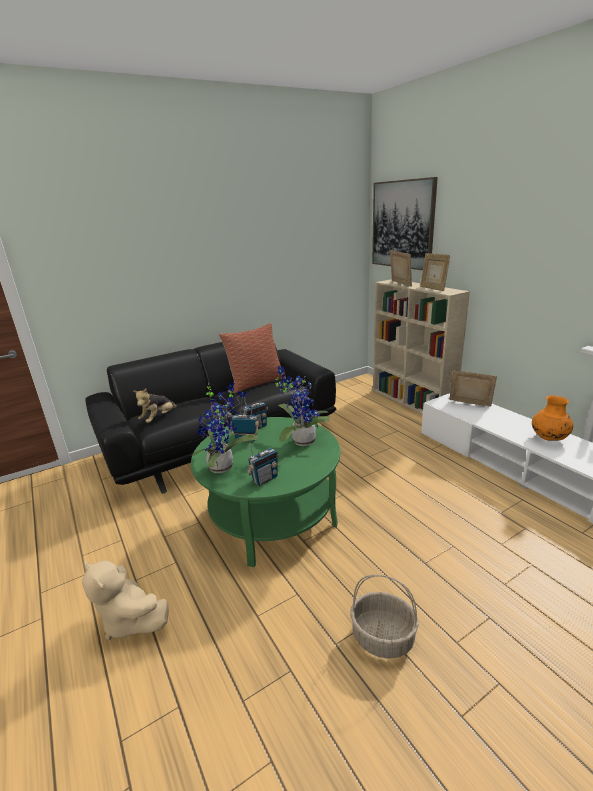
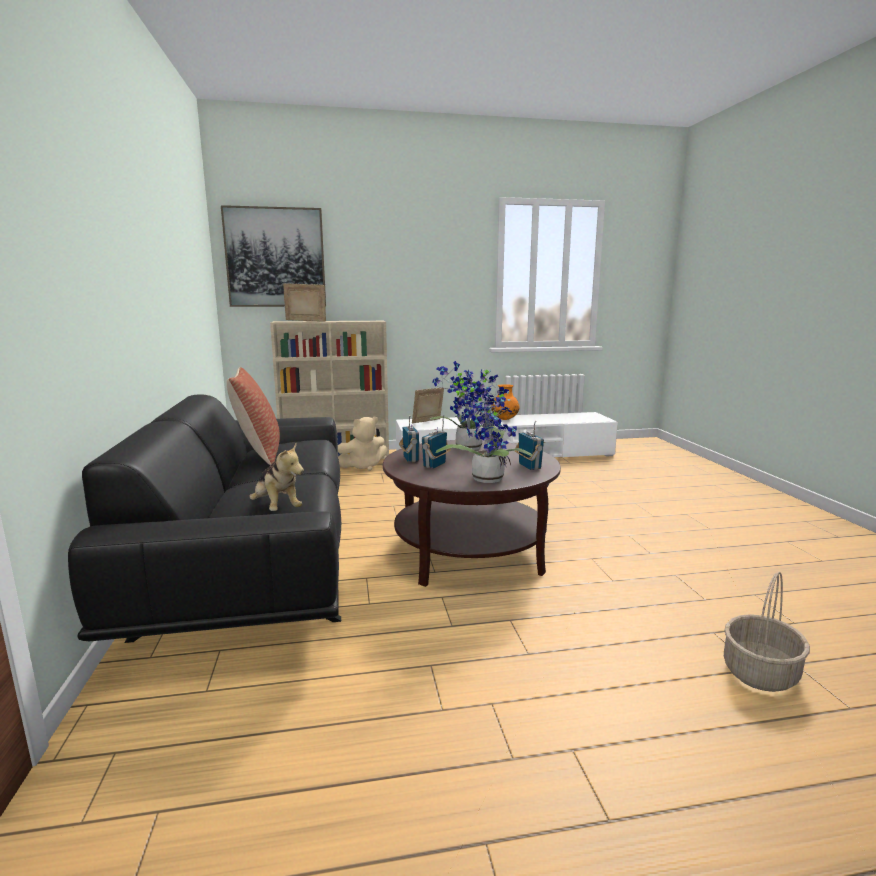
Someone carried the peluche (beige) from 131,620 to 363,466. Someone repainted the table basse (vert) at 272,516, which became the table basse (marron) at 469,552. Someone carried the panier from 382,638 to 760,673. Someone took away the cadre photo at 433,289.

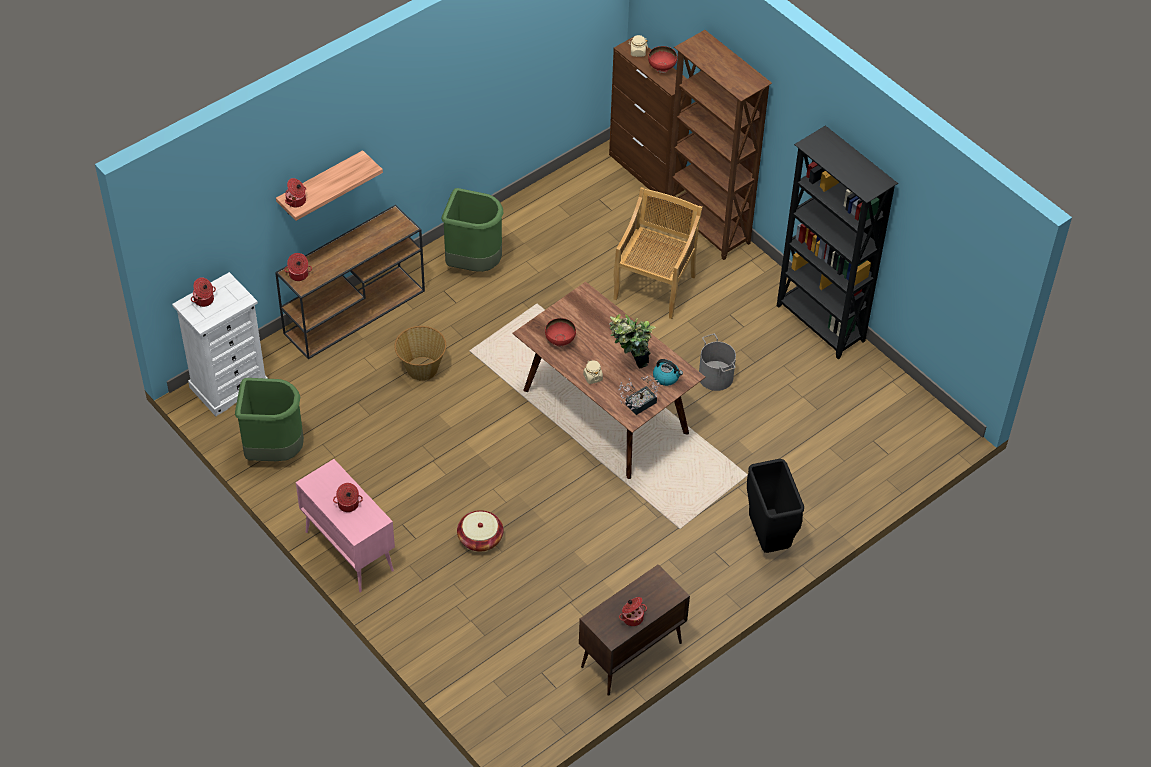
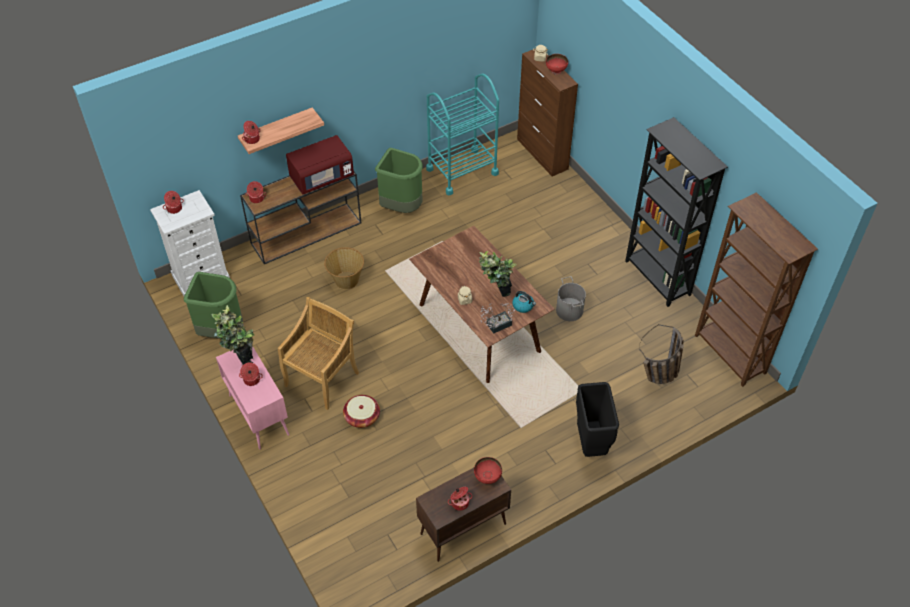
Someone put down the plante en pot at 240,357. Someone carried the chaise (beige) from 655,286 to 322,378. Someone put down the micro-ondes (rouge) at 321,177. Someone put down the chariot (turquoise) at 462,171. Someone carried the bol (rouge) from 560,341 to 487,477. Someone put down the panier at 658,377. Someone carried the bibliothèque (marron) from 707,227 to 729,355.

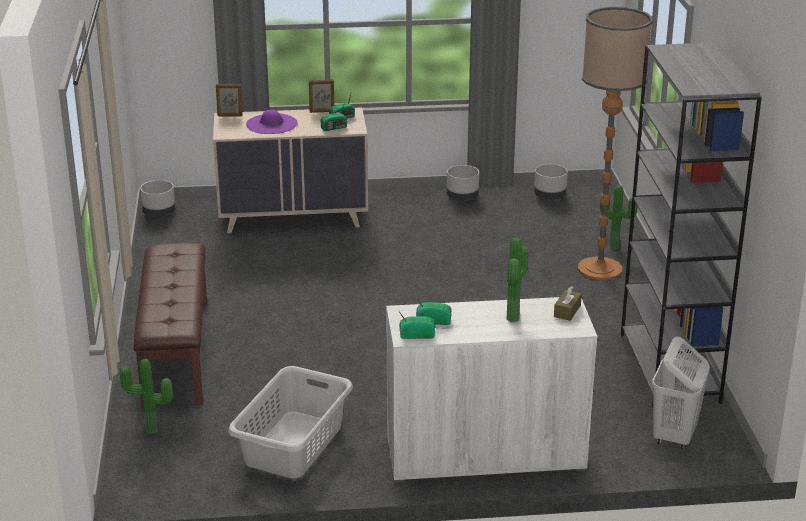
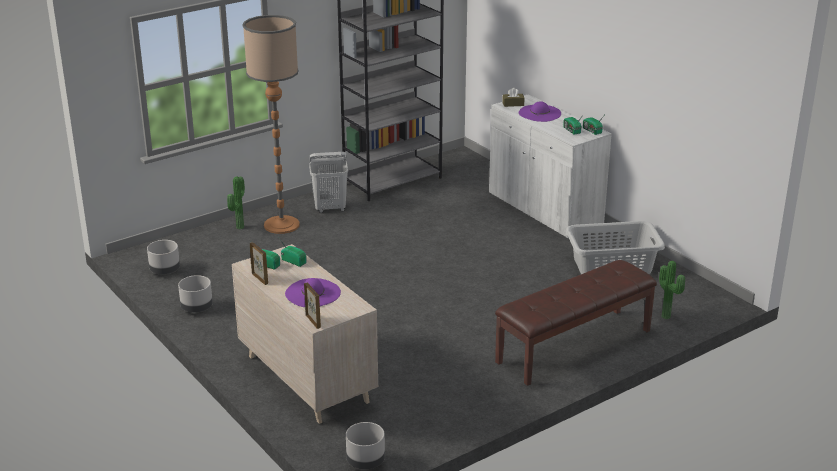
Someone carried the panier à linge (blanc) from 674,436 to 330,208. Someone swapped the plante en pot at 515,319 for the chapeau (violet) at 539,113.

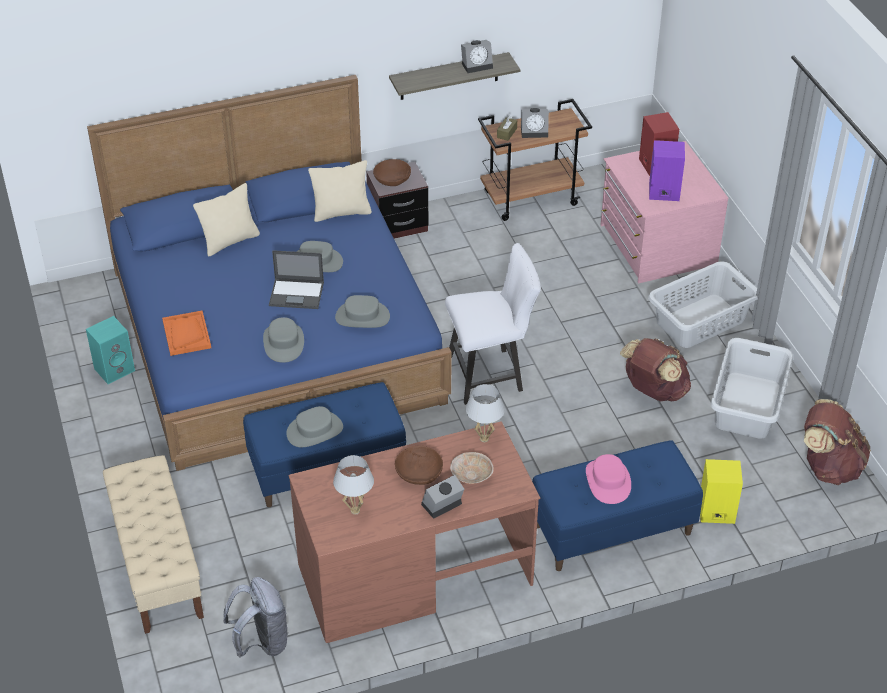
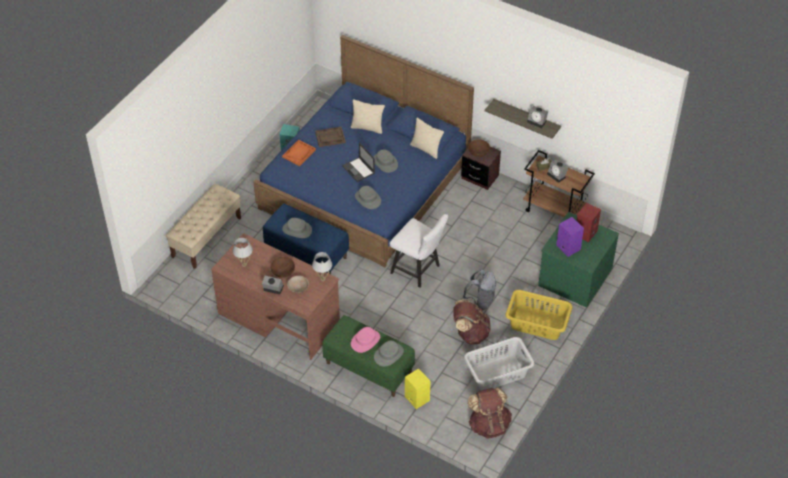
Someone put down the plateau (marron) at 330,137. Someone repainted the banc (bleu) at 612,530, which became the banc (vert) at 368,368. Someone carried the chapeau (gris) from 284,343 to 389,354. Someone carried the sac à dos (gris) from 261,642 to 480,301. Someone repainted the panier à linge (gris) at 701,321, which became the panier à linge (jaune) at 537,324. Someone repainted the commode (rose) at 656,245, which became the commode (vert) at 574,276.

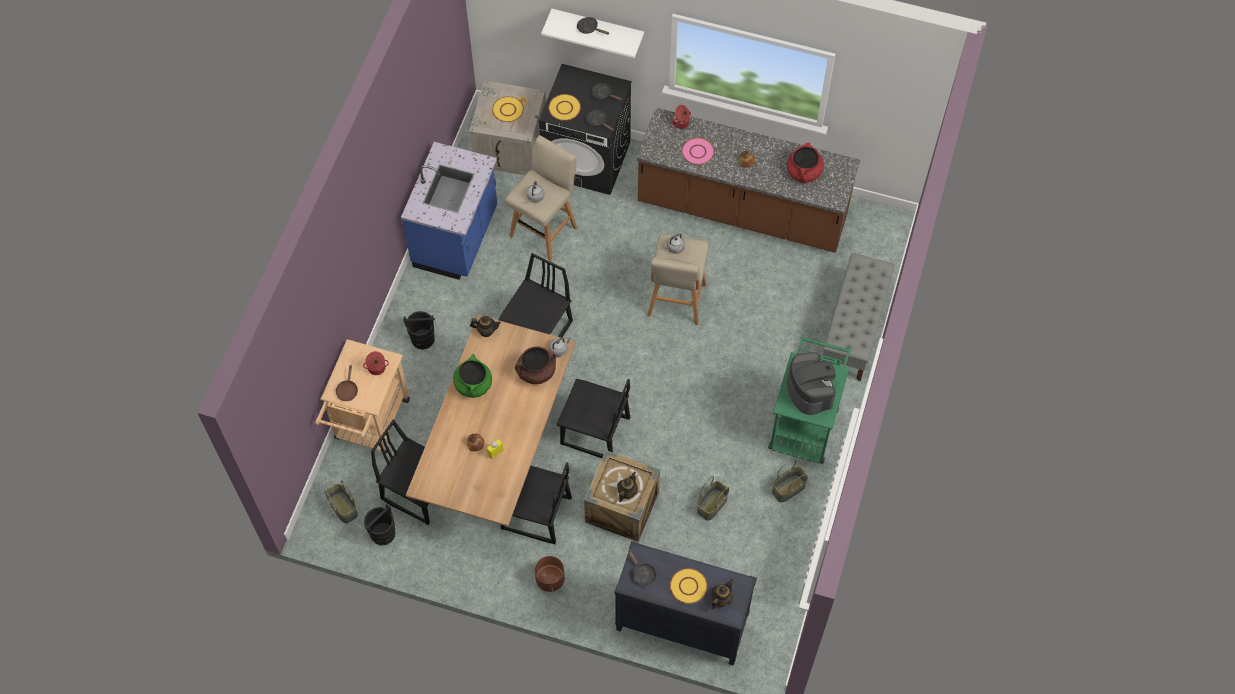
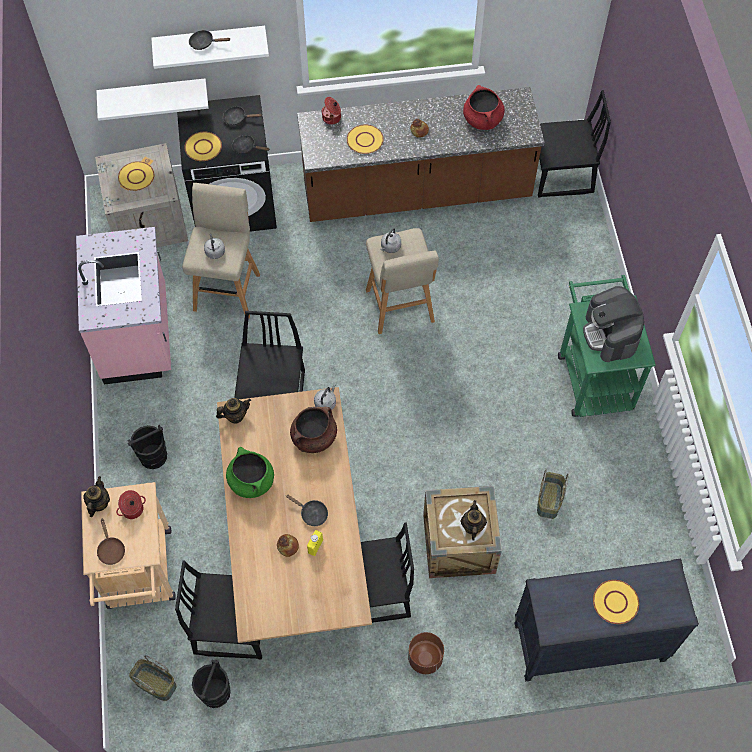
Someone repainted the comptoir de cuisine (bleu) at 457,238, which became the comptoir de cuisine (rose) at 138,335. Someone carried the théière from 721,599 to 99,503. Someone put up the étagère (blanc) at 153,94. Someone carried the poêle (noir) from 642,573 to 311,513. Someone repainted the assiette (rose) at 698,151, which became the assiette (jaune) at 365,140. Someone carried the chaise (noir) from 595,432 to 561,175. Someone rotated the machine à café at 809,390 by 150 degrees counterclockwise. Someone took away the panier at 788,489. Someone took away the banc (gris) at 853,329.

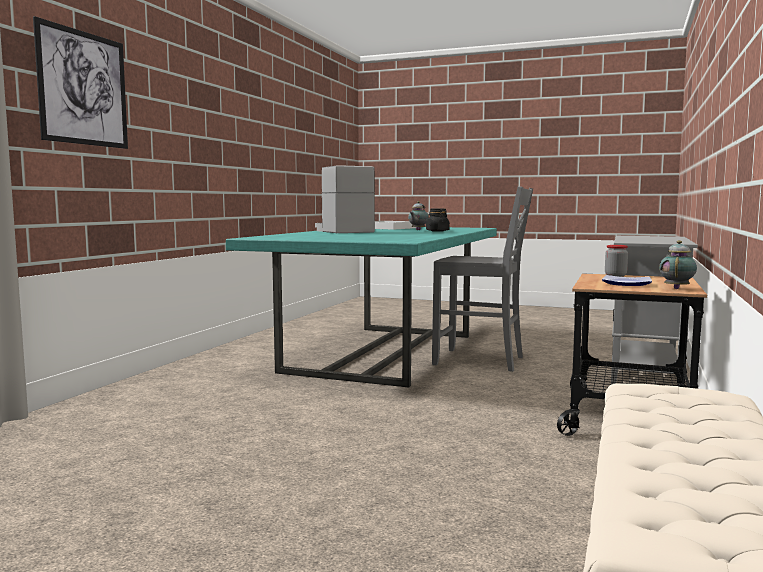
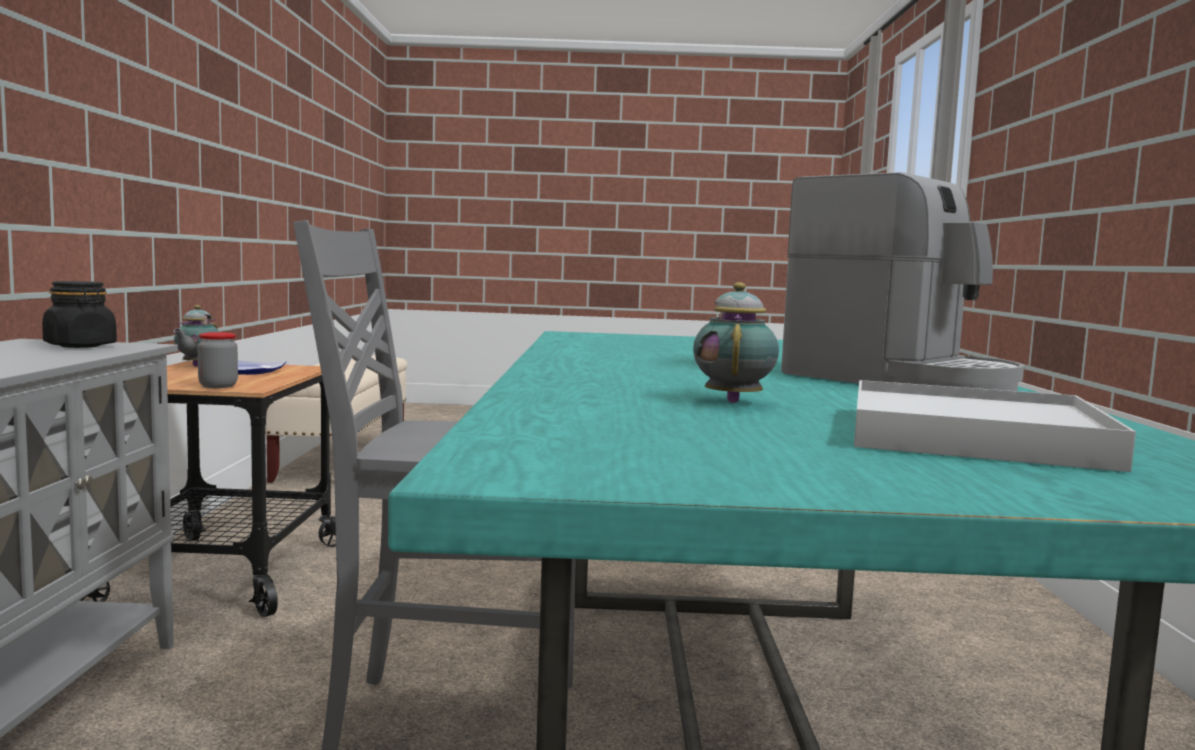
Someone carried the bocal (noir) from 437,231 to 80,346. Someone took away the tableau at 83,88.

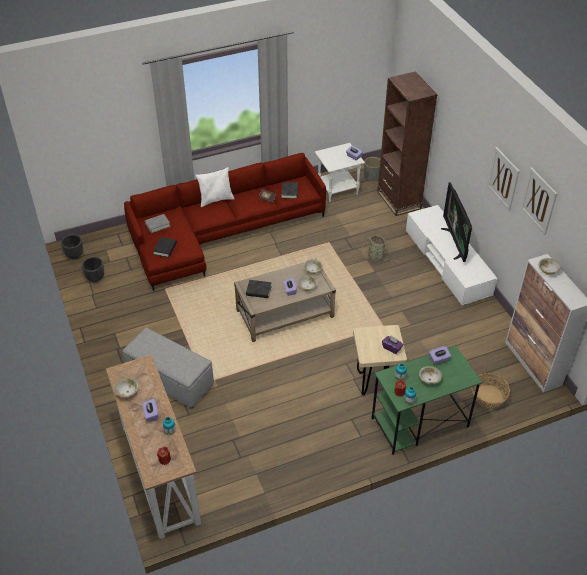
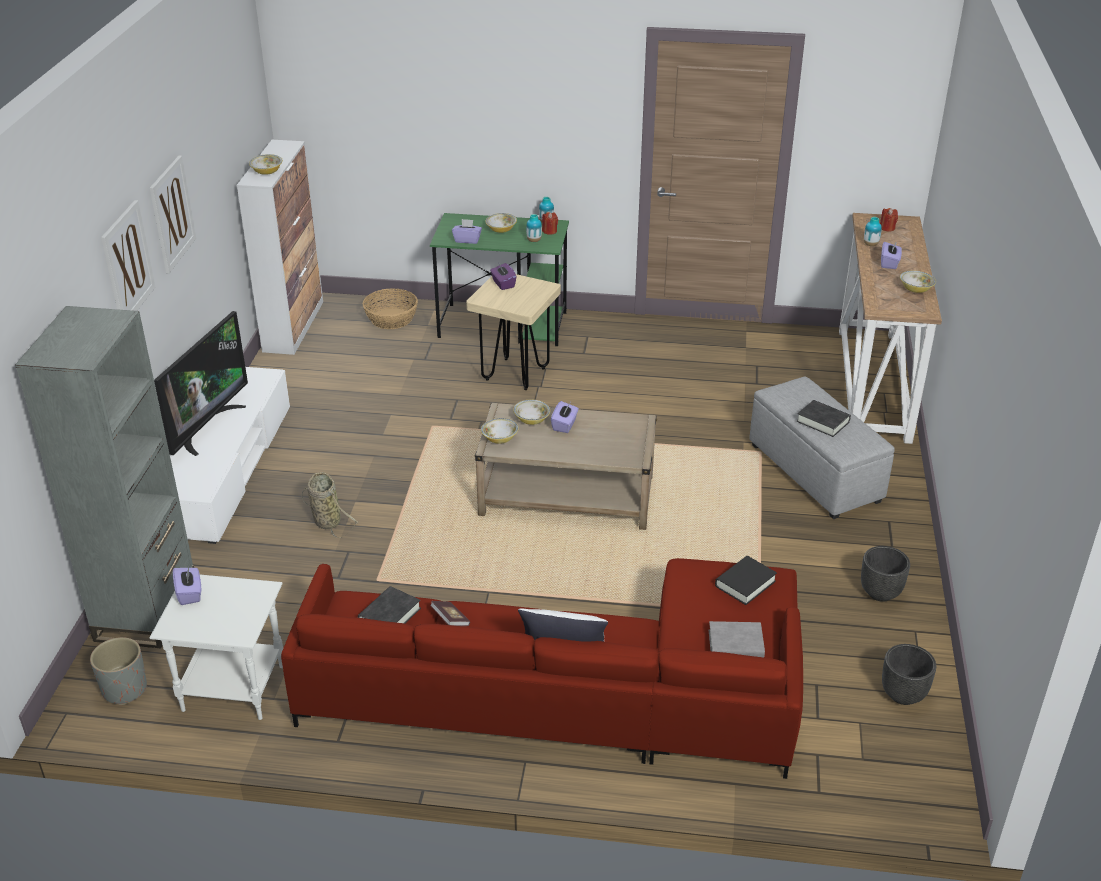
Someone repainted the bibliothèque (marron) at 399,200, which became the bibliothèque (gris) at 147,610. Someone carried the tableau from 538,201 to 127,263. Someone carried the livre (noir) from 258,291 to 823,422. Someone carried the cache-pot (noir) from 74,255 to 881,593.

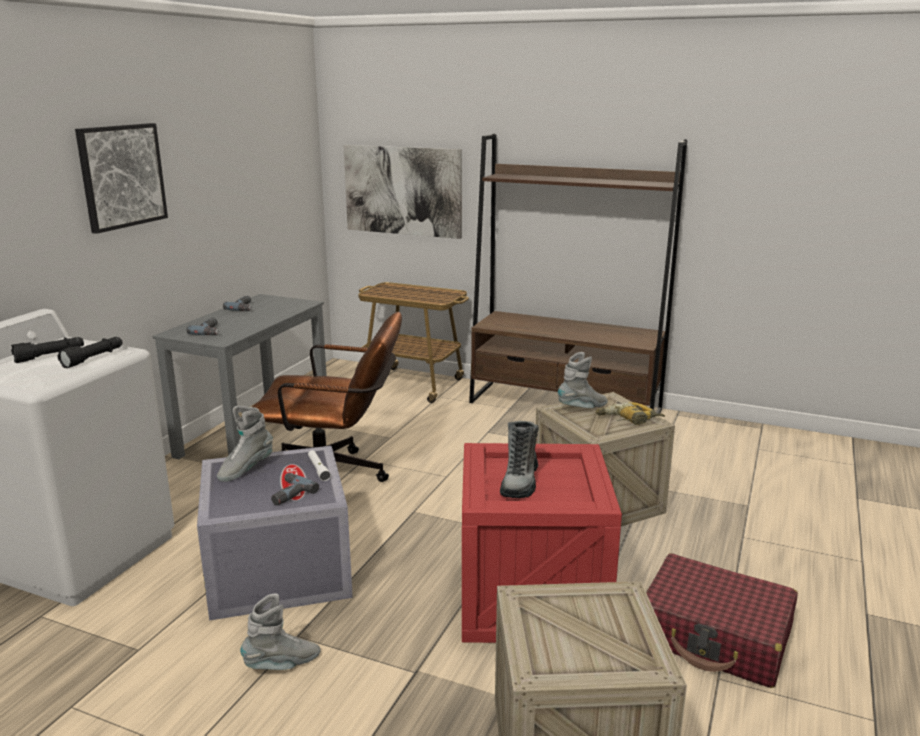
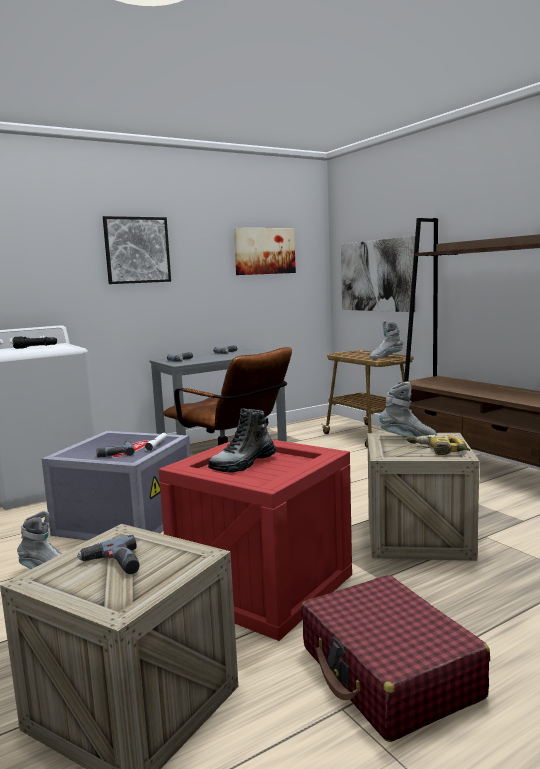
Someone put down the perceuse at 112,565. Someone put up the tableau at 264,251. Someone carried the botte (gris) from 246,469 to 386,357. Someone took away the lampe de poche (noir) at 94,358.

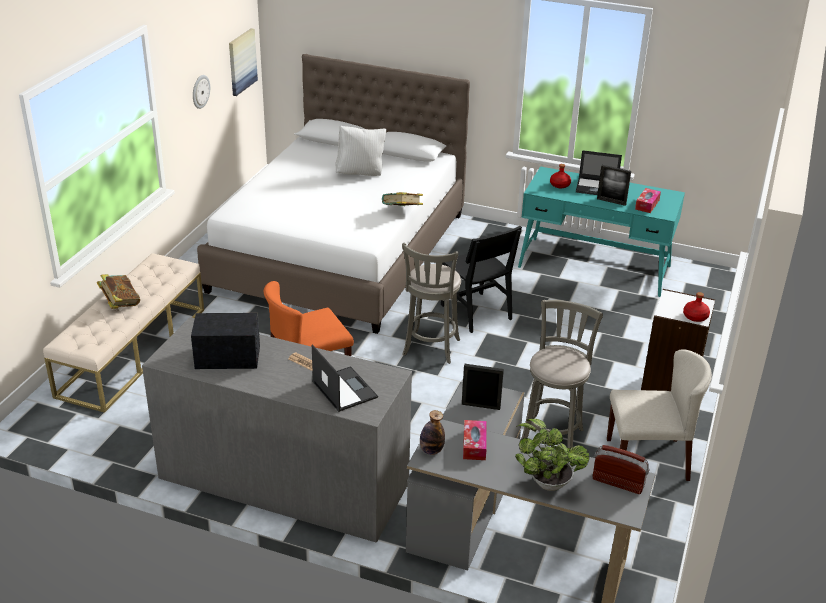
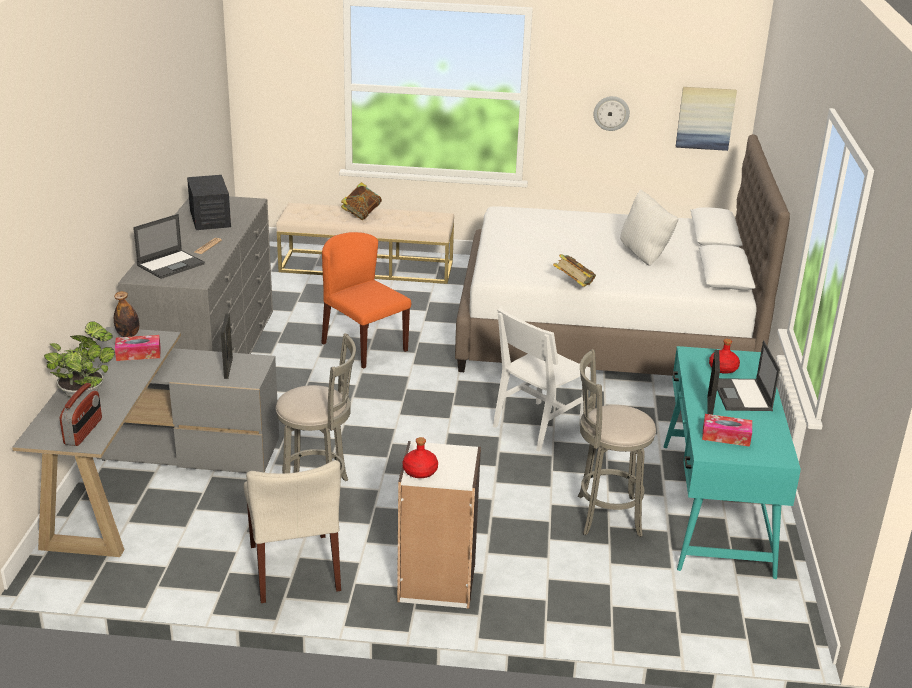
Someone repainted the chaise (noir) at 476,312, which became the chaise (blanc) at 538,425. Someone carried the tabouret (gris) from 430,349 to 604,515.

